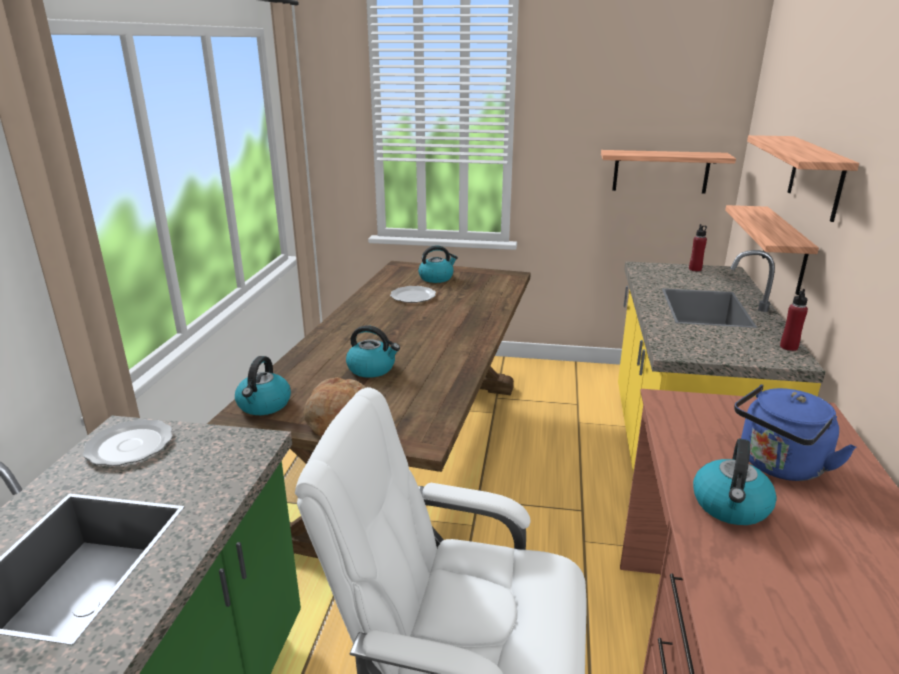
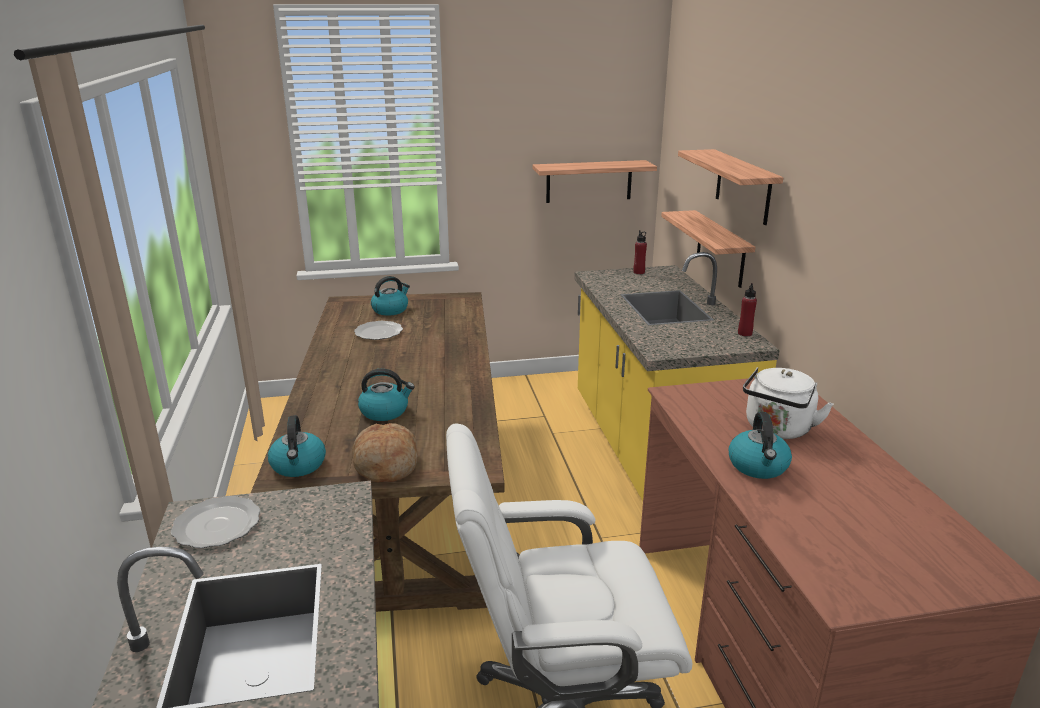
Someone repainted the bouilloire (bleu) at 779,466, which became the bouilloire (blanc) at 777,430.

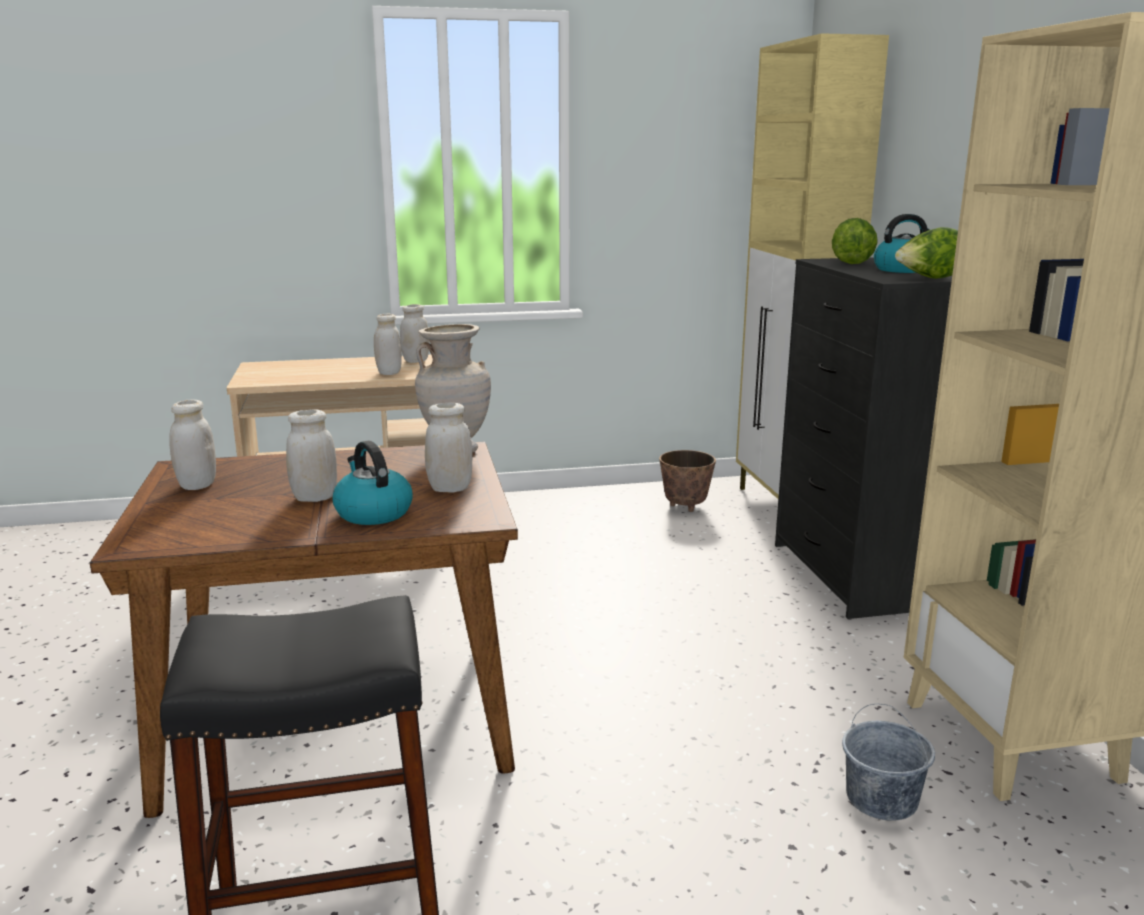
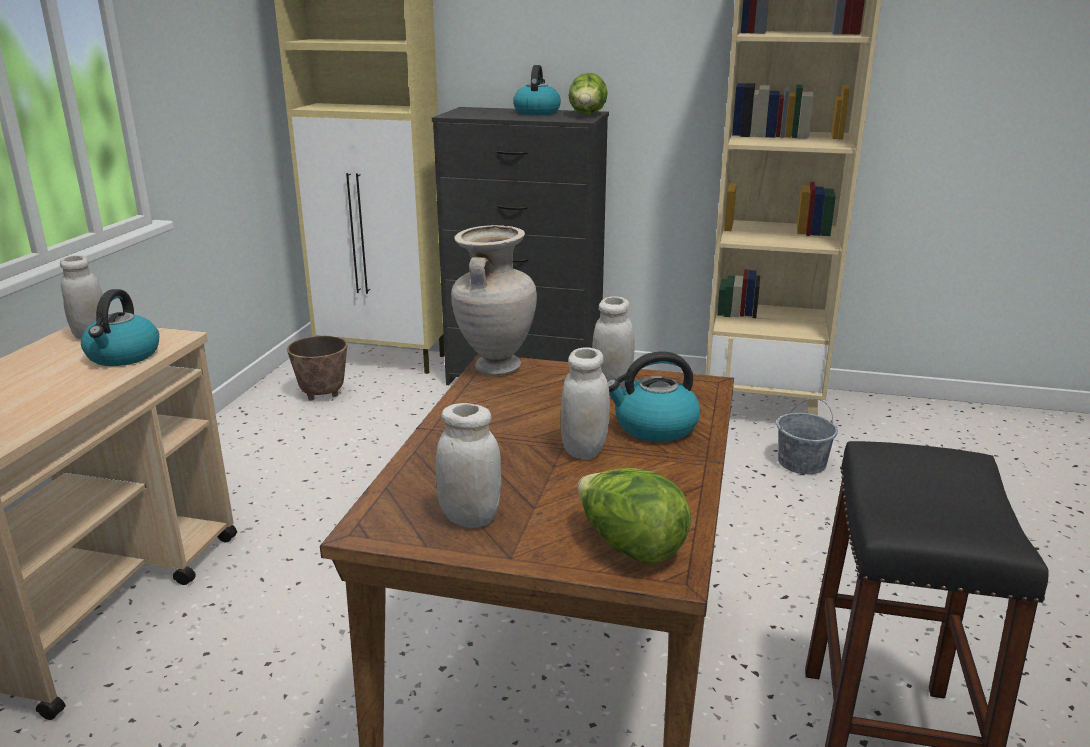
Someone swapped the bocal (blanc) at 389,373 for the bouilloire at 123,356. Someone carried the laitue from 852,263 to 629,547.

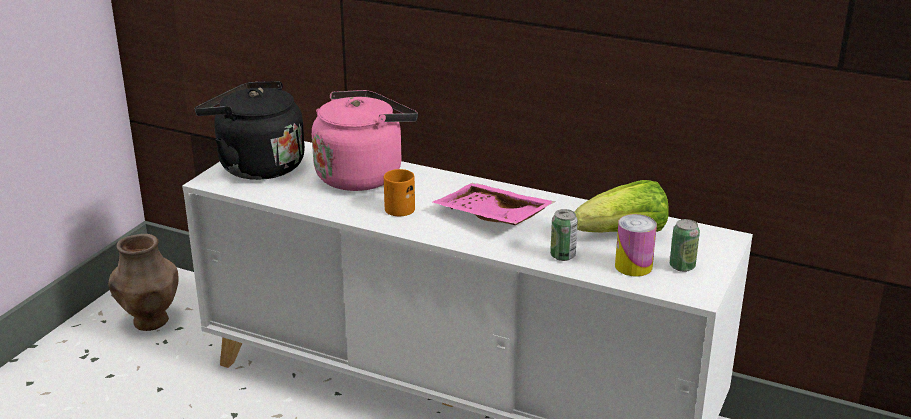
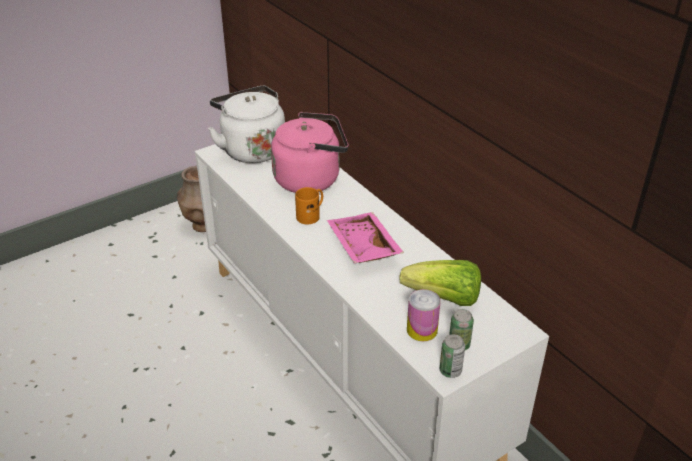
Someone repainted the bouilloire (noir) at 256,166, which became the bouilloire (blanc) at 251,149. Someone carried the boîte métallique from 562,256 to 450,371.

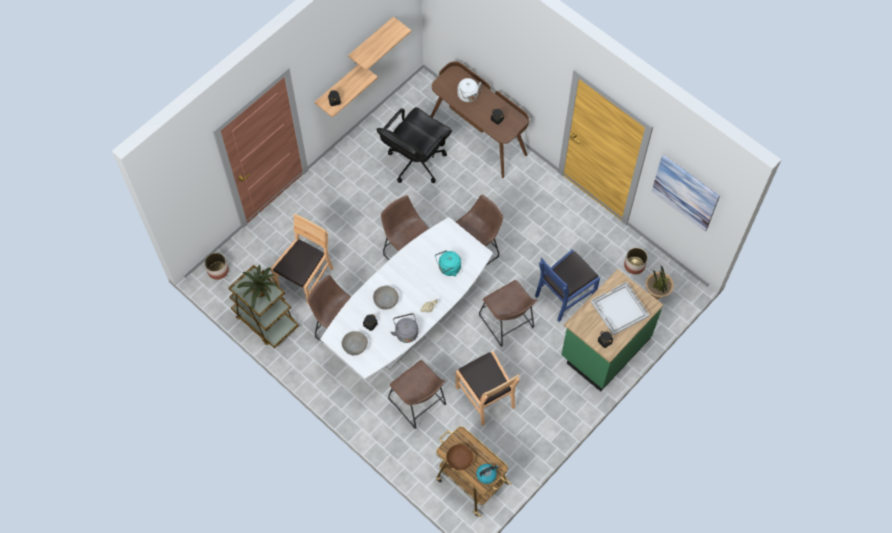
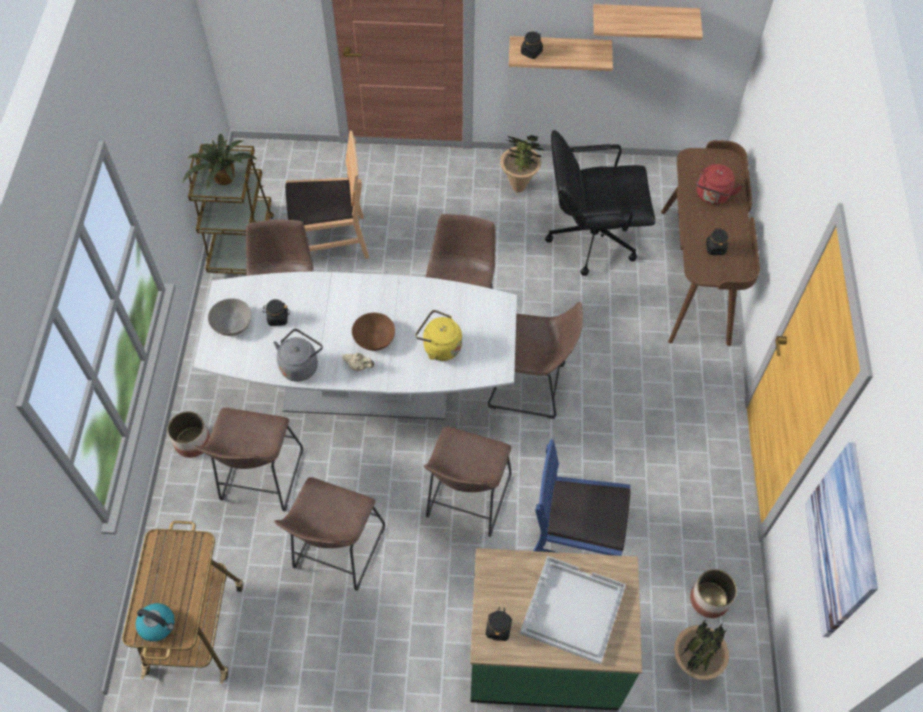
Someone carried the cache-pot from 218,270 to 193,442. Someone swapped the chaise (marron) at 486,396 for the tabouret (marron) at 336,552. Someone carried the bol (marron) from 459,459 to 374,338. Someone repainted the bouilloire (turquoise) at 448,268, which became the bouilloire (jaune) at 439,347. Someone put down the plante en pot at 519,187. Someone repainted the bouilloire (blanc) at 468,96, which became the bouilloire (rouge) at 712,196. Someone took away the bol (gris) at 386,301.

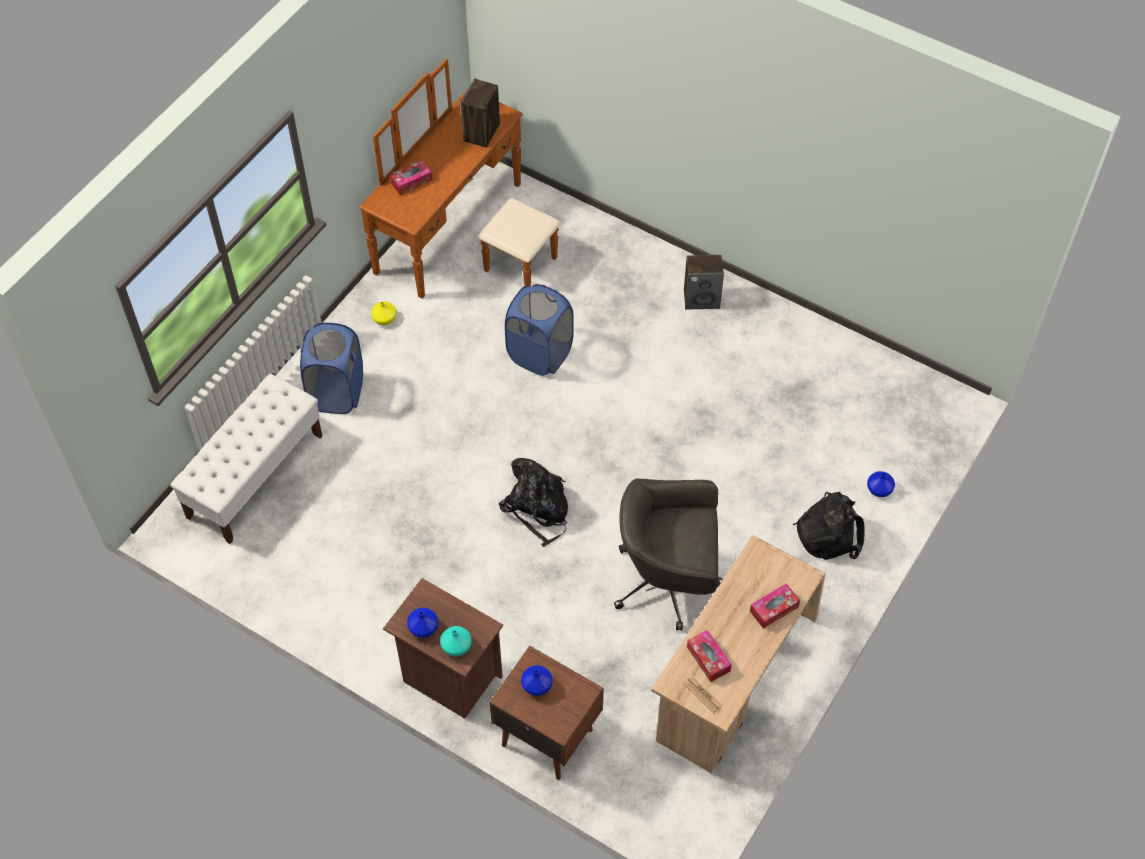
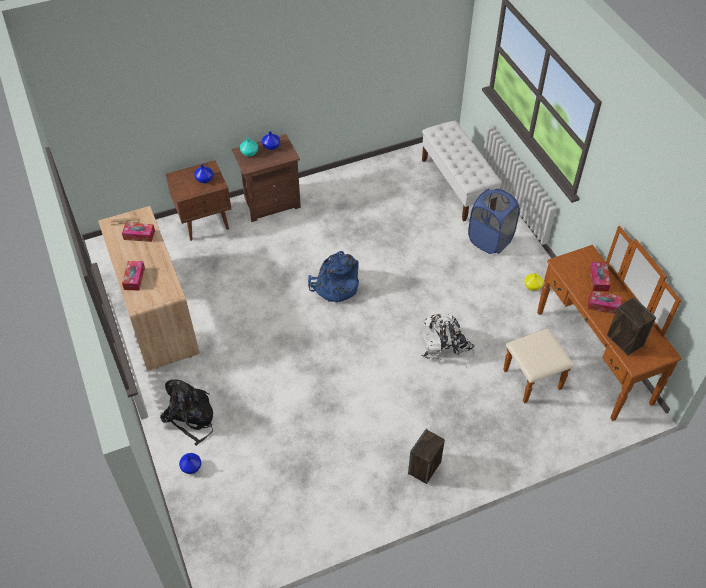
Someone repainted the sac à dos (noir) at 538,509, which became the sac à dos (bleu) at 335,287. Someone swapped the panier à linge (bleu) at 540,354 for the sac à dos (blanc) at 446,348. Someone put down the boîte à mouchoirs at 603,305. Someone took away the chaise de bureau (gris) at 668,581.

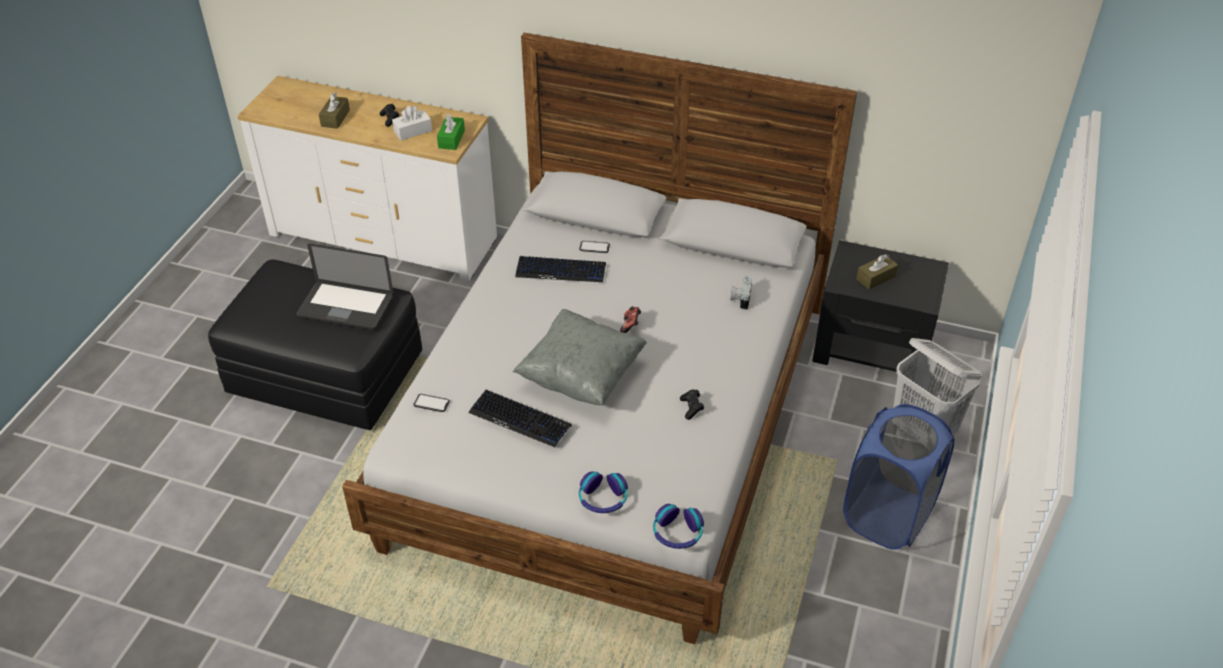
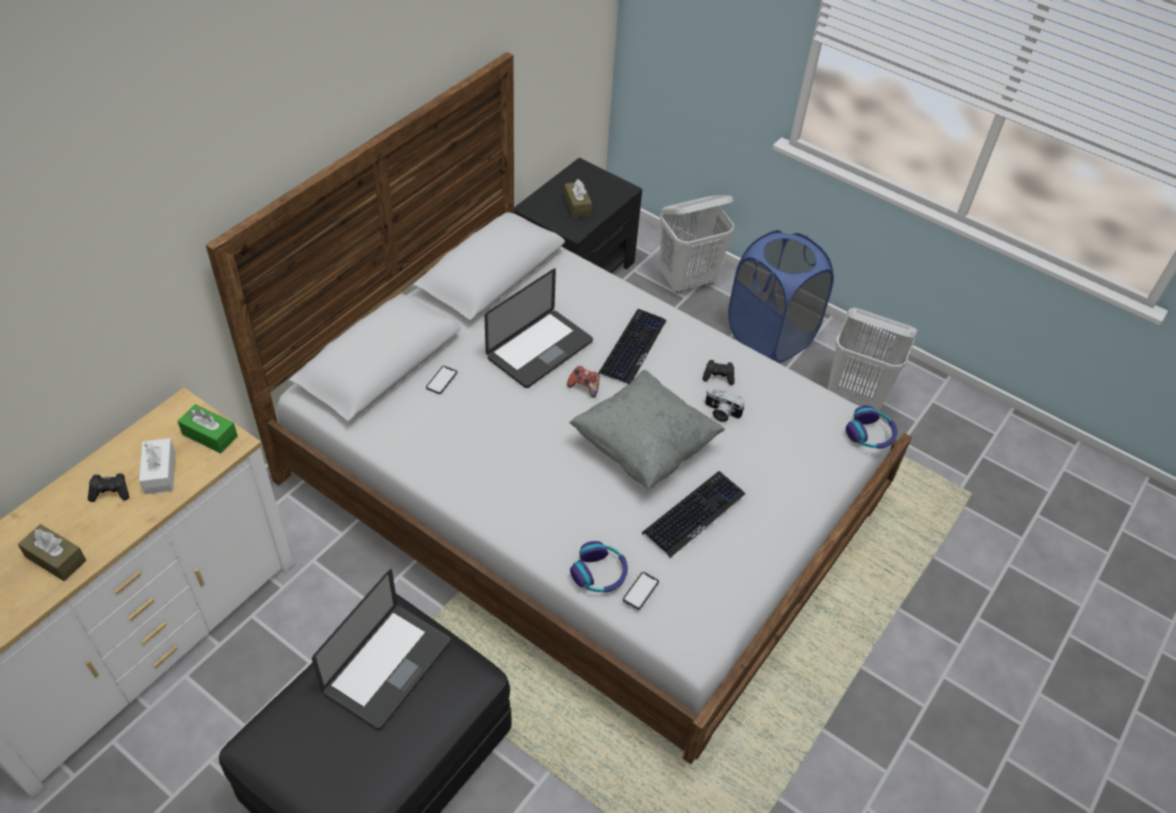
Someone put down the ordinateur portable at 540,350. Someone carried the casque audio from 603,498 to 599,573. Someone carried the clavier from 561,270 to 632,347. Someone carried the appareil photo from 740,298 to 721,412. Someone put down the panier à linge (blanc) at 855,397.

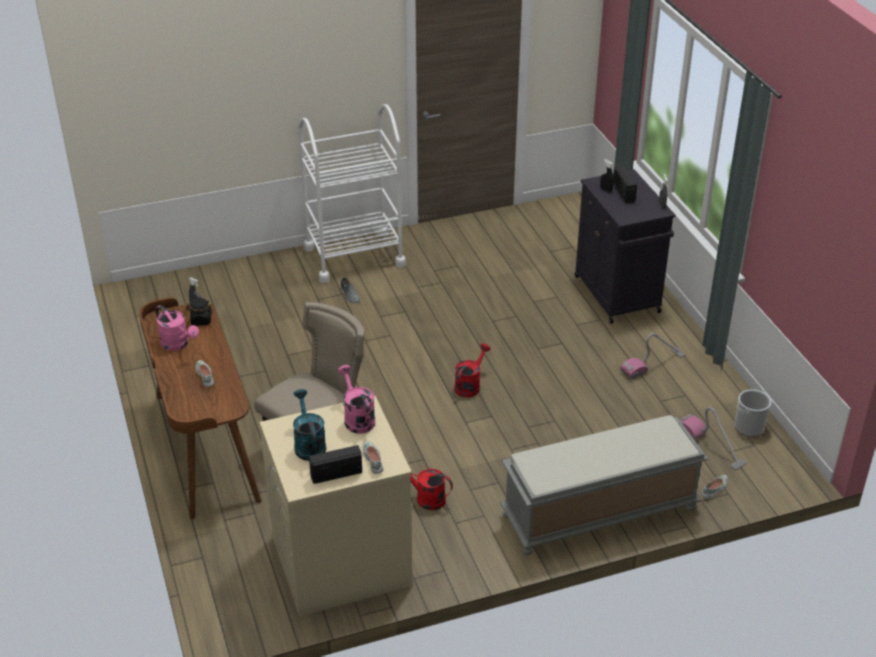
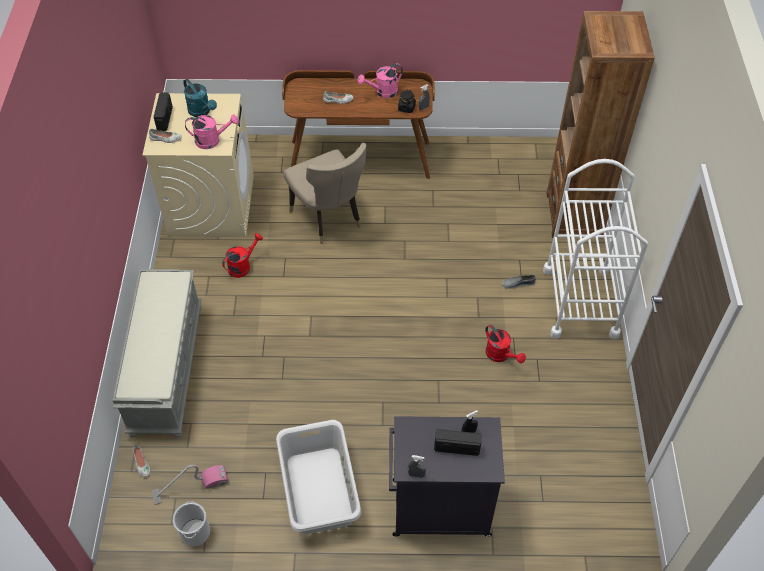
Someone rotated the arrosoir (turquoise) at 308,444 by 45 degrees clockwise. Someone swapped the aspirateur at 653,364 for the panier à linge (gris) at 318,491. Someone carried the arrosoir (rouge) from 469,385 to 500,355. Someone put down the bibliothèque (marron) at 574,215.

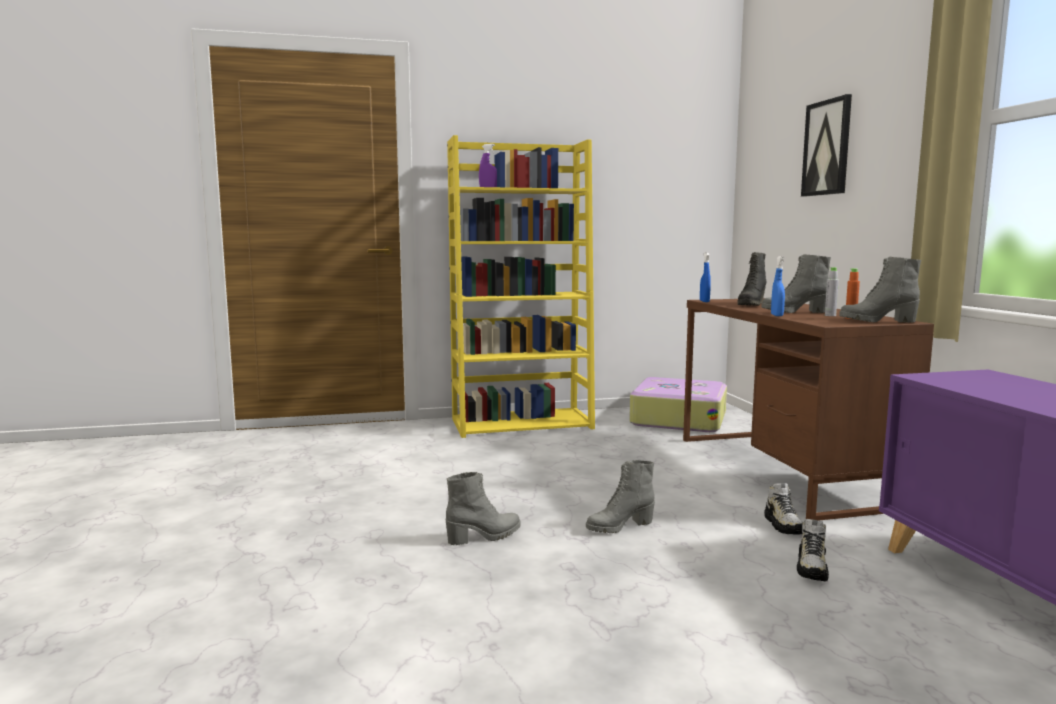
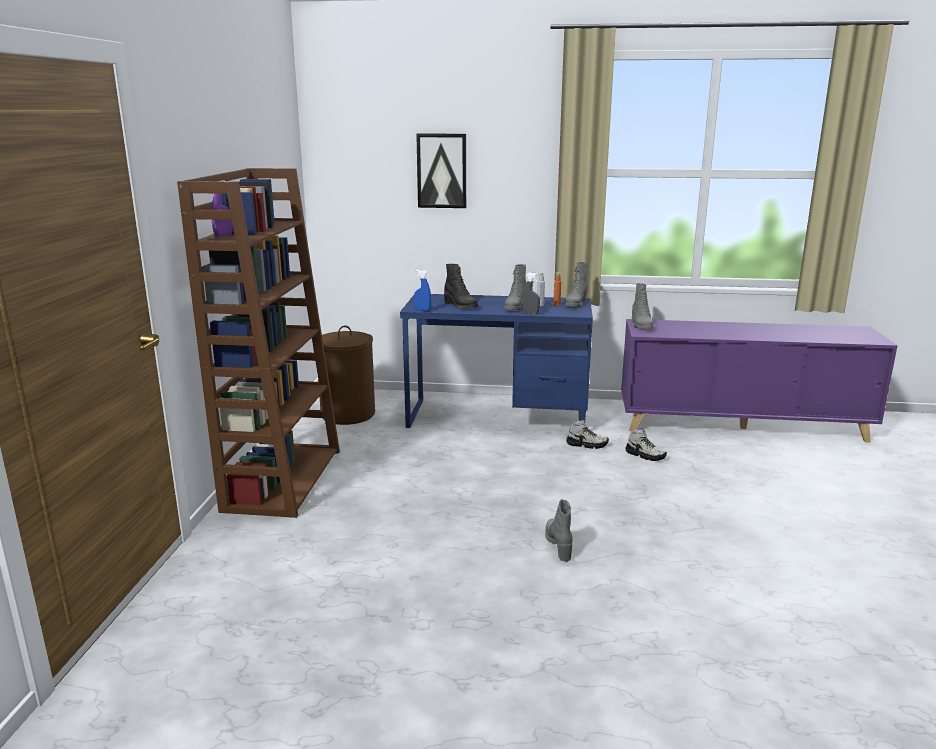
Someone repainted the bibliothèque (jaune) at 522,423, which became the bibliothèque (marron) at 283,479. Someone swapped the valise at 678,418 for the panier à linge (marron) at 347,414. Someone repainted the bureau (marron) at 781,470, which became the bureau (bleu) at 497,417. Someone repainted the vaporisateur (bleu) at 777,315, which became the vaporisateur (gris) at 530,313. Someone carried the botte (gris) from 619,526 to 641,325.

